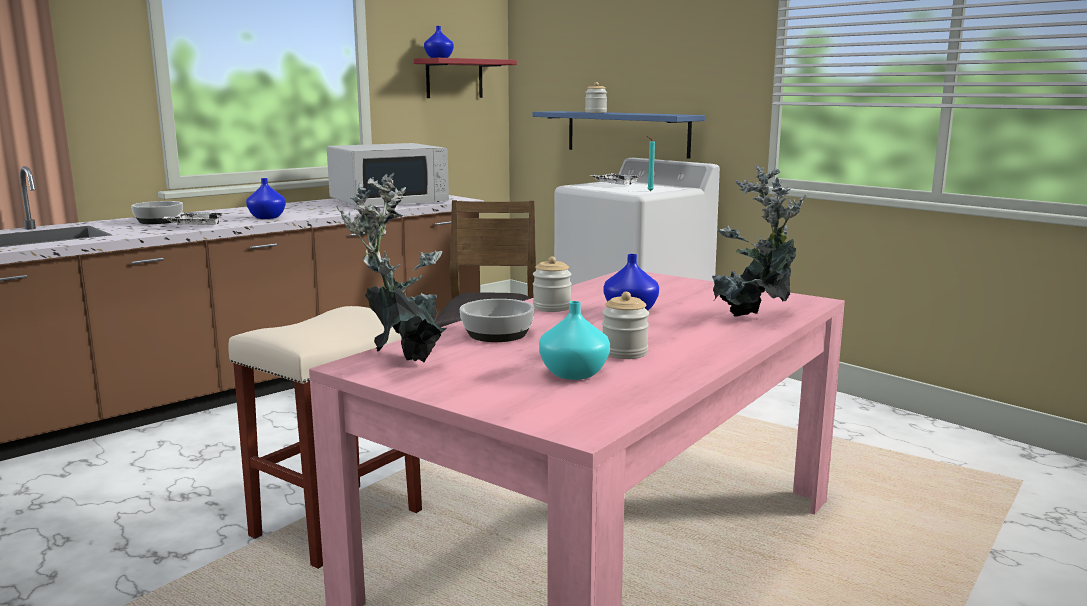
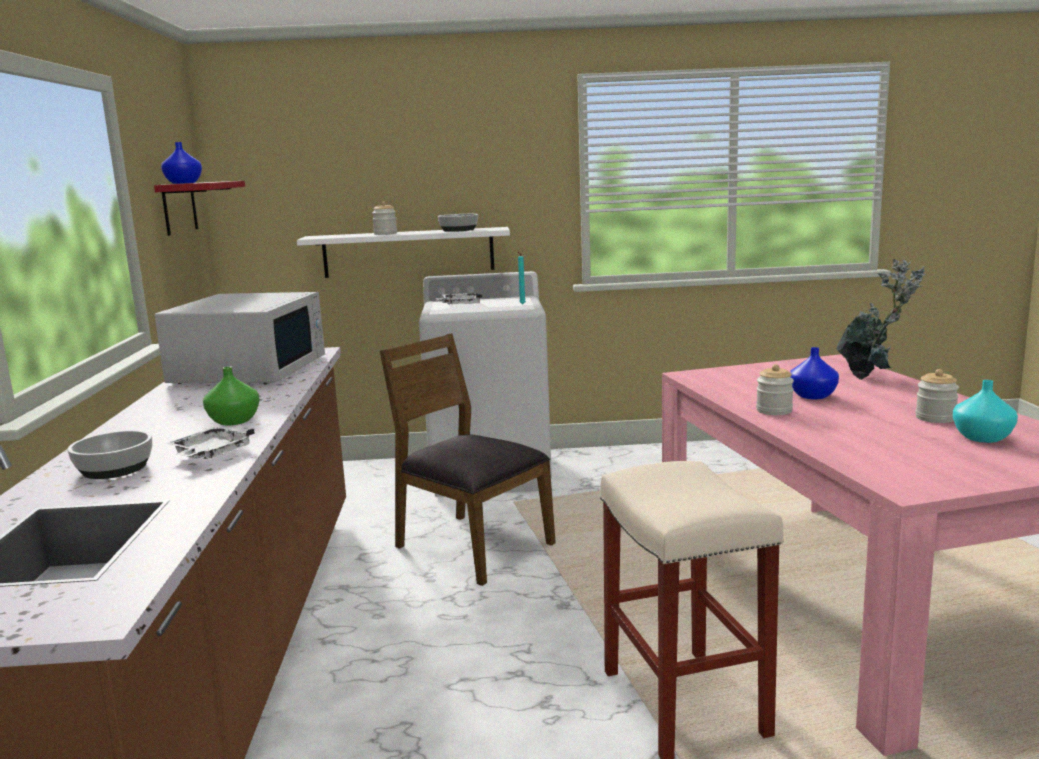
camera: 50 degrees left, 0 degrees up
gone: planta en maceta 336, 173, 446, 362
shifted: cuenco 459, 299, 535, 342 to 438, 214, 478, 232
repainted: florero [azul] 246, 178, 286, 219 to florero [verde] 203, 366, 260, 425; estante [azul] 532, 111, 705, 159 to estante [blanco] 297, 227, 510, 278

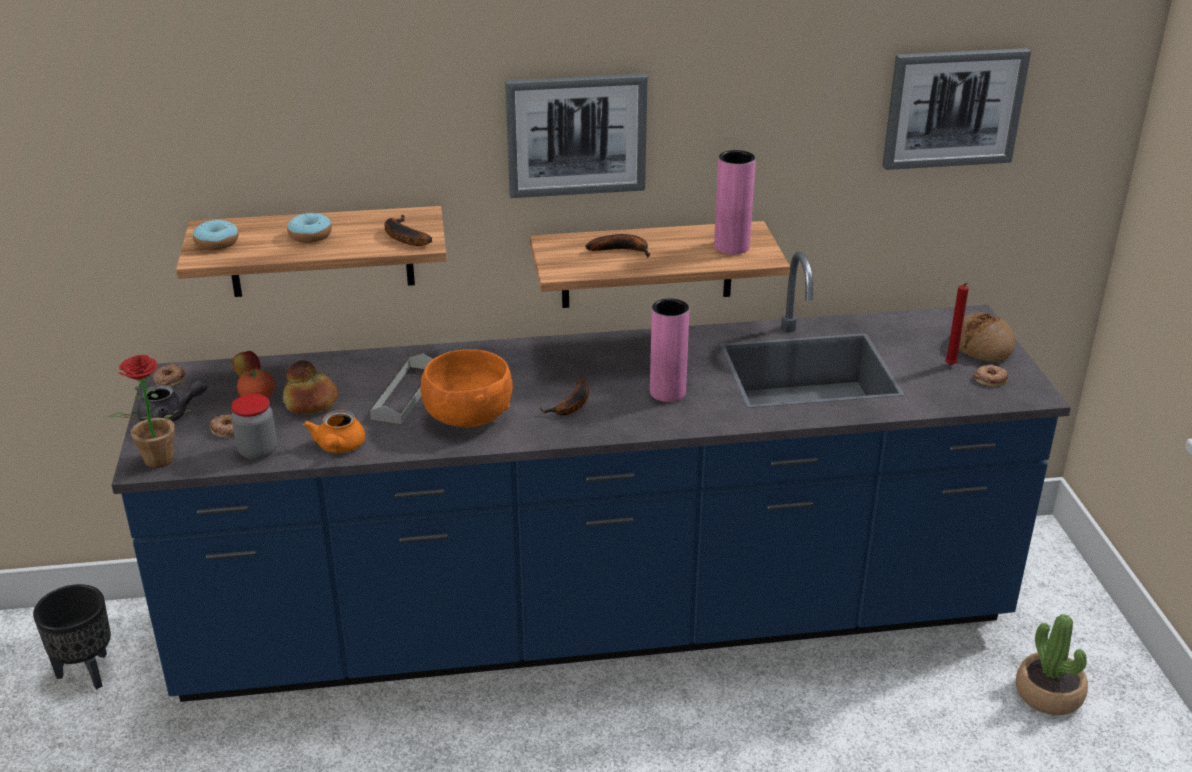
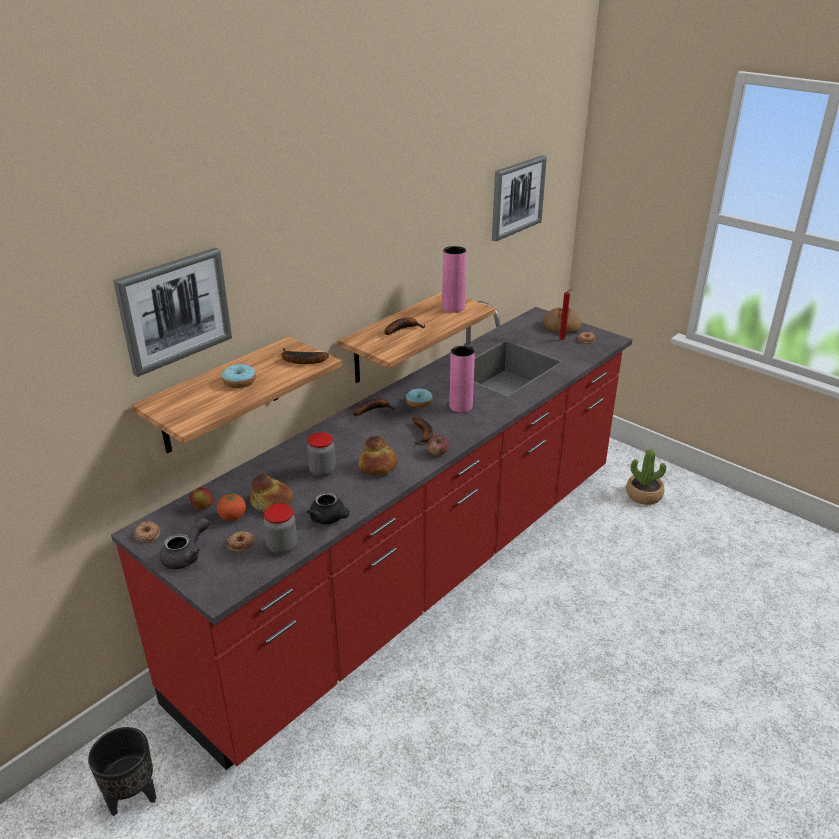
camera: 40 degrees left, 0 degrees up
gone: planta en maceta 106, 355, 194, 468
new: plátano 353, 399, 395, 416; manzana 427, 435, 449, 456
shifted: rosquilla 193, 219, 238, 250 to 406, 389, 433, 408; cuadro 505, 74, 647, 198 to 113, 248, 232, 377
swapped: bandeja [gris] 370, 354, 432, 424 to tarro 307, 432, 336, 477; cuenco [naranja] 421, 349, 513, 427 to pan 359, 436, 398, 475
repainted: mueble bajo de cocina [azul] 112, 252, 1071, 702 to mueble bajo de cocina [rojo] 111, 301, 633, 770; tetera [naranja] 303, 410, 365, 453 to tetera [negro] 307, 492, 350, 524

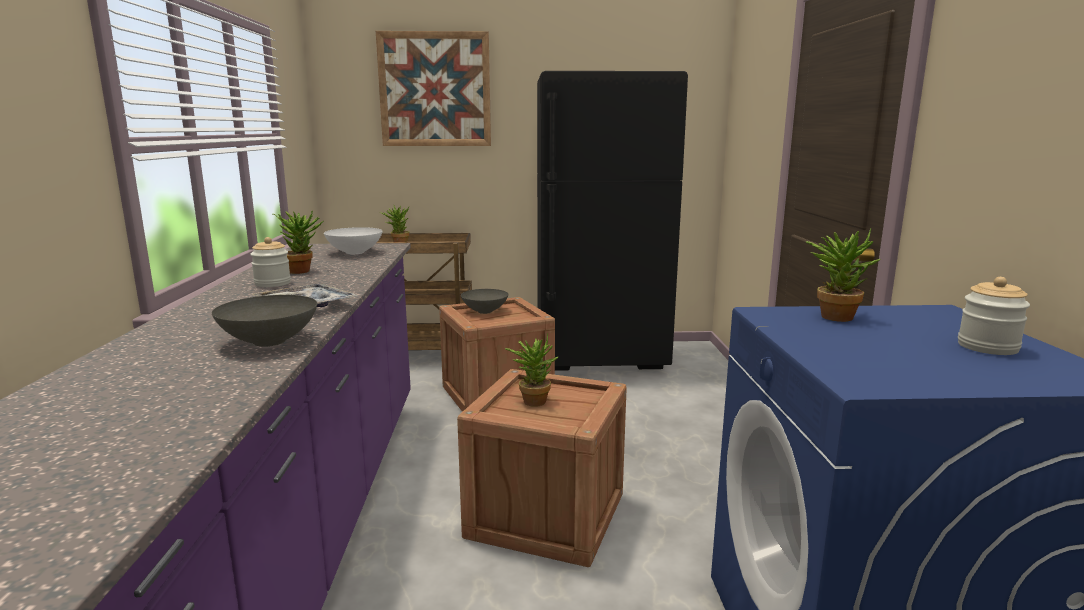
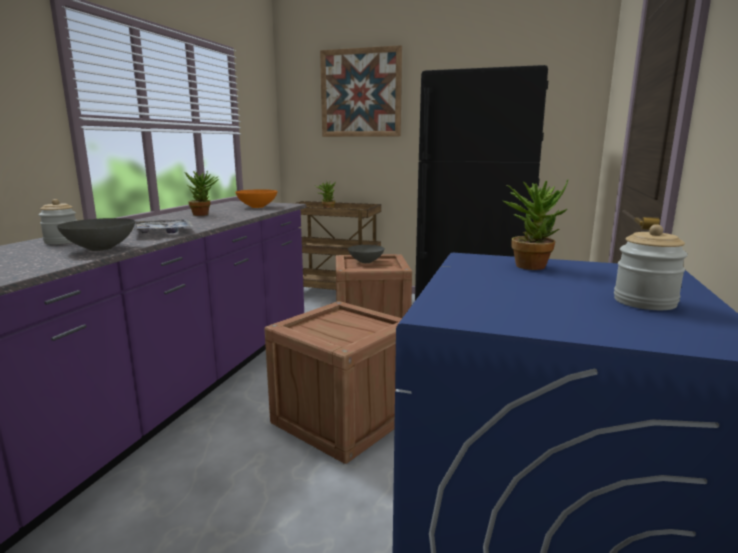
camera: 20 degrees right, 0 degrees up
gone: planta en maceta 505, 334, 558, 407
shifted: tarro 250, 237, 291, 287 to 39, 199, 77, 244
repainted: cuenco [blanco] 324, 227, 383, 254 to cuenco [naranja] 235, 189, 278, 208

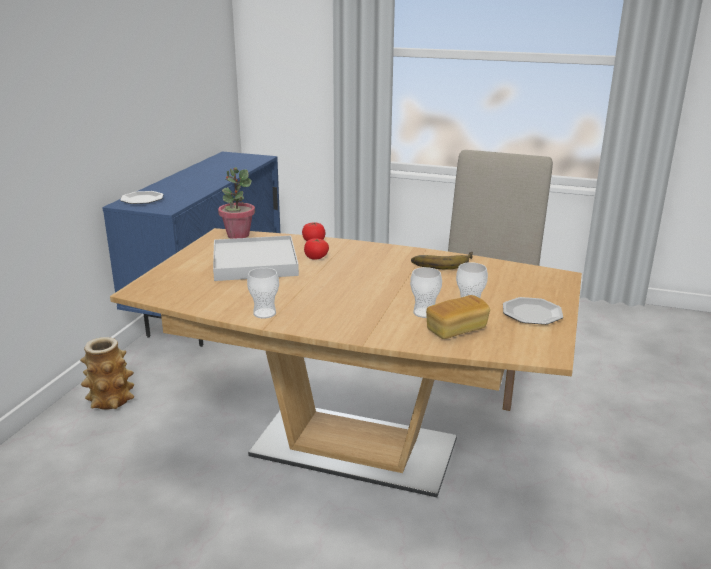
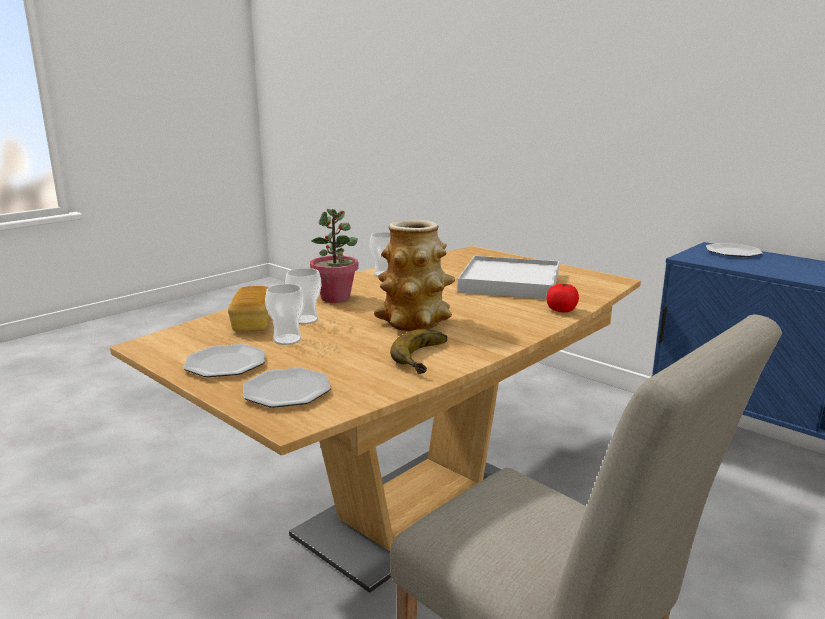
camera: 115 degrees right, 5 degrees down
gone: tomate 304, 238, 329, 260
new: plato 243, 368, 331, 408
shifted: florero 80, 337, 134, 410 to 374, 220, 455, 331; planta en maceta 218, 167, 255, 239 to 310, 209, 359, 303

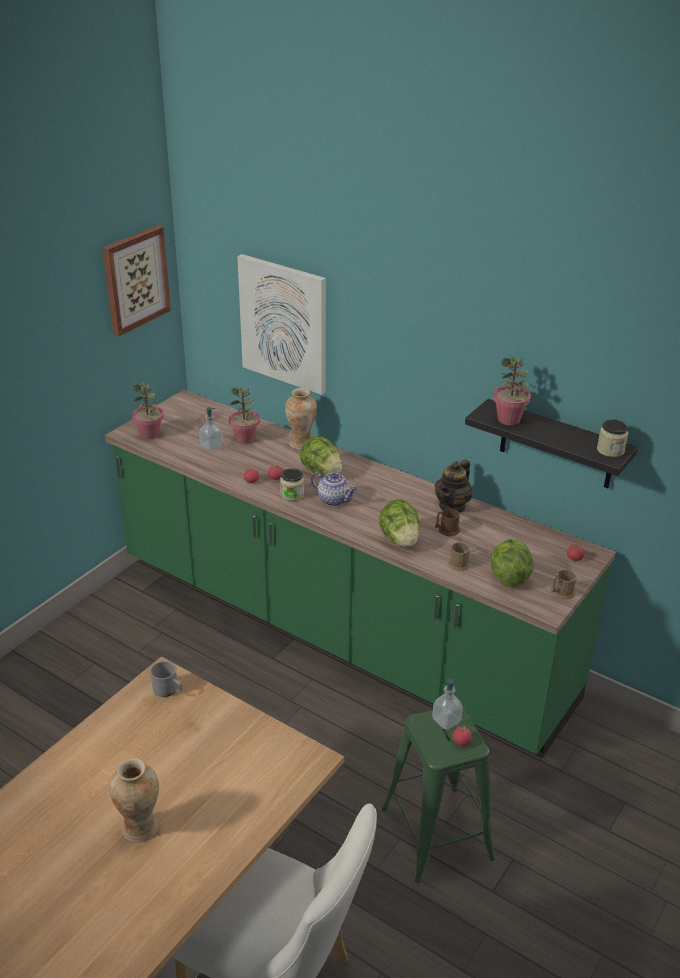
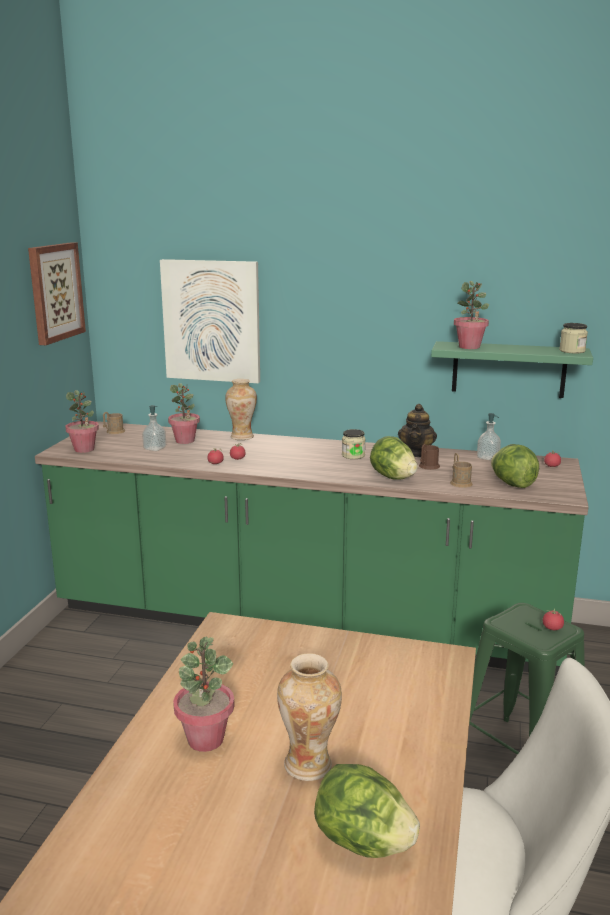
camera: 20 degrees left, 15 degrees down
gone: taza grande [gris] 150, 661, 182, 697; tetera 311, 472, 357, 506
new: planta en maceta 173, 636, 235, 752
shifted: tarro 280, 468, 304, 501 to 342, 429, 366, 459; lechuga 300, 436, 342, 477 to 314, 764, 420, 858; dispensador de jabón 432, 679, 463, 730 to 477, 413, 501, 461; taza grande [marrón] 551, 569, 576, 600 to 103, 412, 125, 434
repainted: estante [negro] 465, 399, 638, 488 to estante [verde] 431, 341, 593, 398

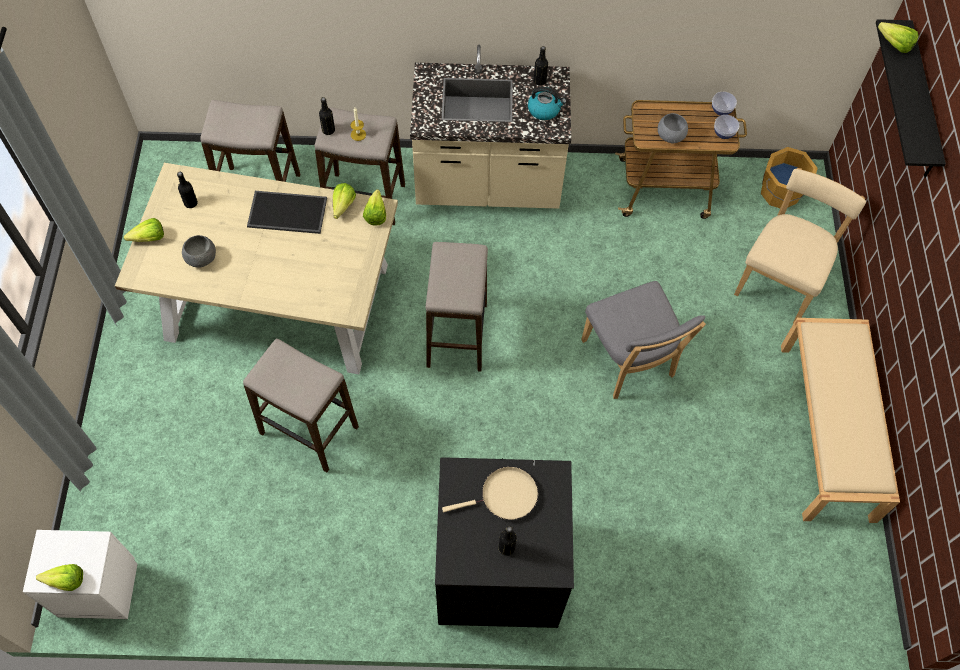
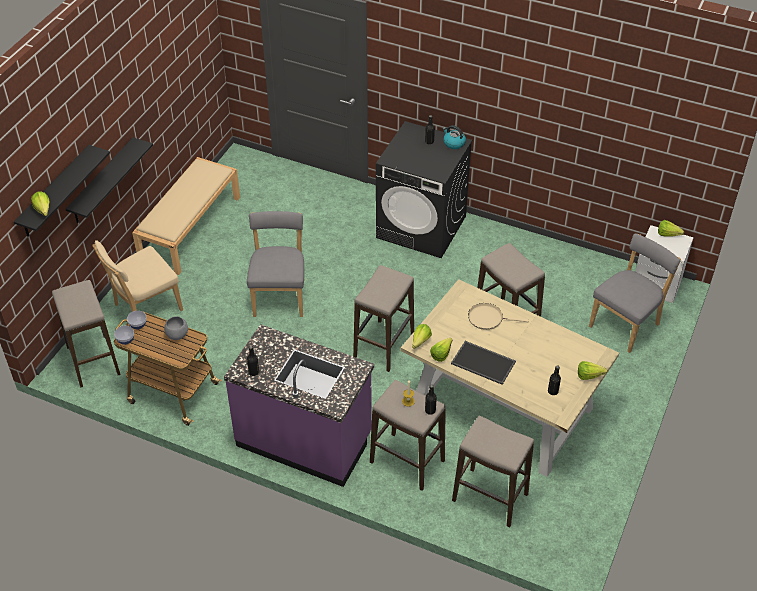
camera: 155 degrees left, 15 degrees down
gone: cuenco [gris] 182, 235, 216, 268
new: estante [negro] 66, 137, 153, 223; silla [gris] 589, 233, 681, 353
shifted: sartén [beis] 442, 466, 538, 520 to 468, 303, 529, 330; hervidor 528, 87, 567, 120 to 443, 125, 466, 149
swapped: cubo [naranja] 761, 147, 818, 208 to taburete 52, 280, 121, 387
repainted: mueble bajo de cocina [beis] 410, 45, 571, 209 to mueble bajo de cocina [morado] 224, 324, 374, 487

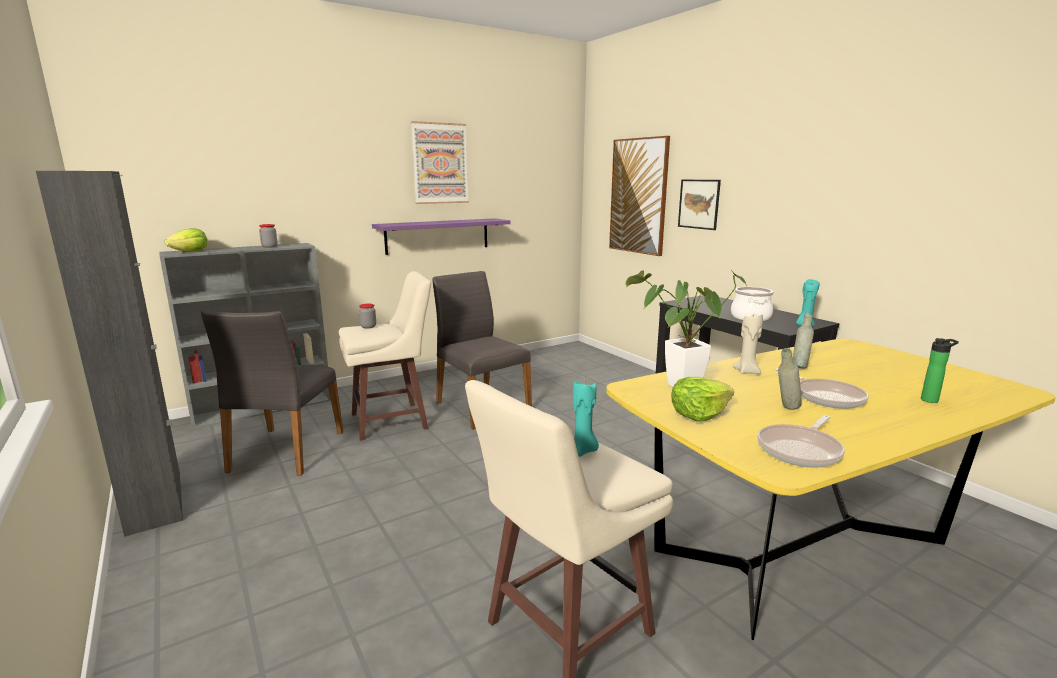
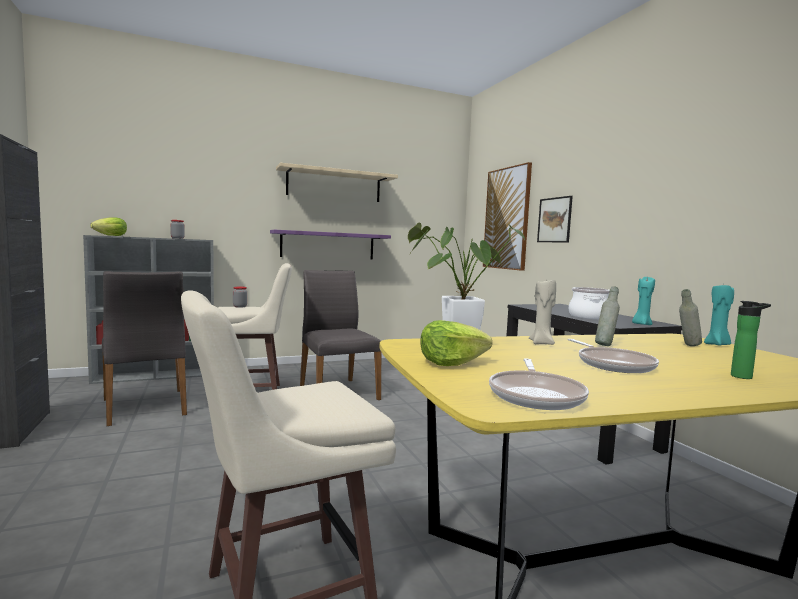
camera: 10 degrees right, 10 degrees down
shifted: vela [turquesa] 573, 381, 599, 457 to 704, 285, 734, 346; botella [gris] 778, 348, 802, 410 to 679, 289, 702, 346
swapped: cuadro 411, 121, 469, 204 to estante [beis] 276, 163, 398, 202
rotated: silla [gris] 201, 310, 343, 476 = 102, 271, 187, 426 45 degrees counterclockwise; sartén 757, 415, 845, 468 = 489, 358, 589, 410 45 degrees counterclockwise

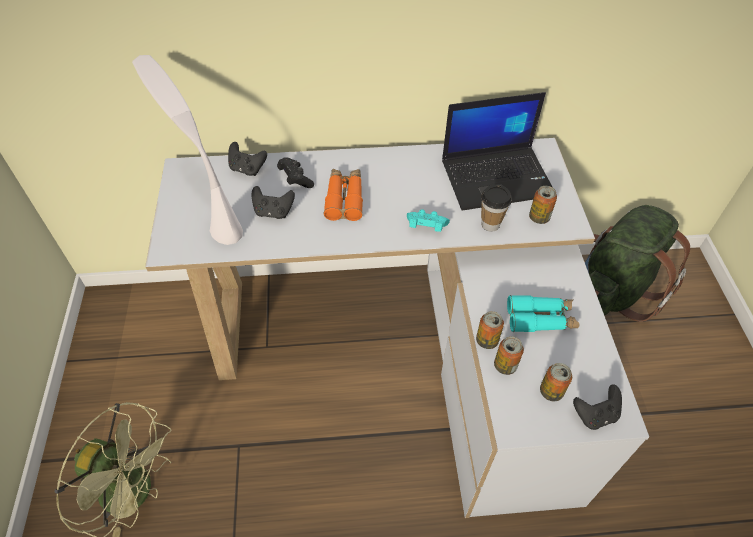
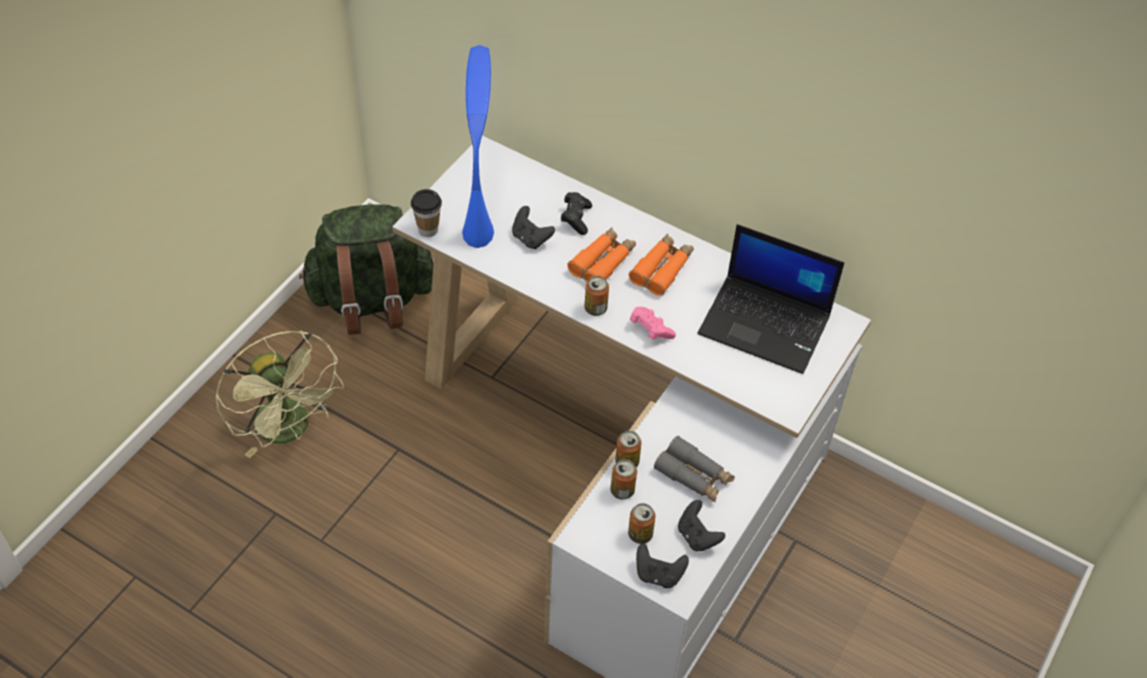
camera: 35 degrees right, 0 degrees up
new: prismáticos [naranja] 629, 234, 694, 296
shifted: mando de consola [negro] 228, 142, 267, 176 to 678, 500, 725, 552; taza 481, 185, 512, 232 to 411, 189, 442, 237; lata 529, 186, 557, 224 to 584, 276, 609, 316; mochila [verde] 585, 205, 690, 322 to 299, 204, 434, 335
repainted: lámpara de mesa [blanco] 132, 55, 243, 245 to lámpara de mesa [azul] 462, 45, 494, 248; mando de consola [turquesa] 407, 209, 450, 232 to mando de consola [rosa] 630, 307, 676, 340; prismáticos [turquesa] 507, 295, 580, 332 to prismáticos [gris] 654, 436, 735, 502

